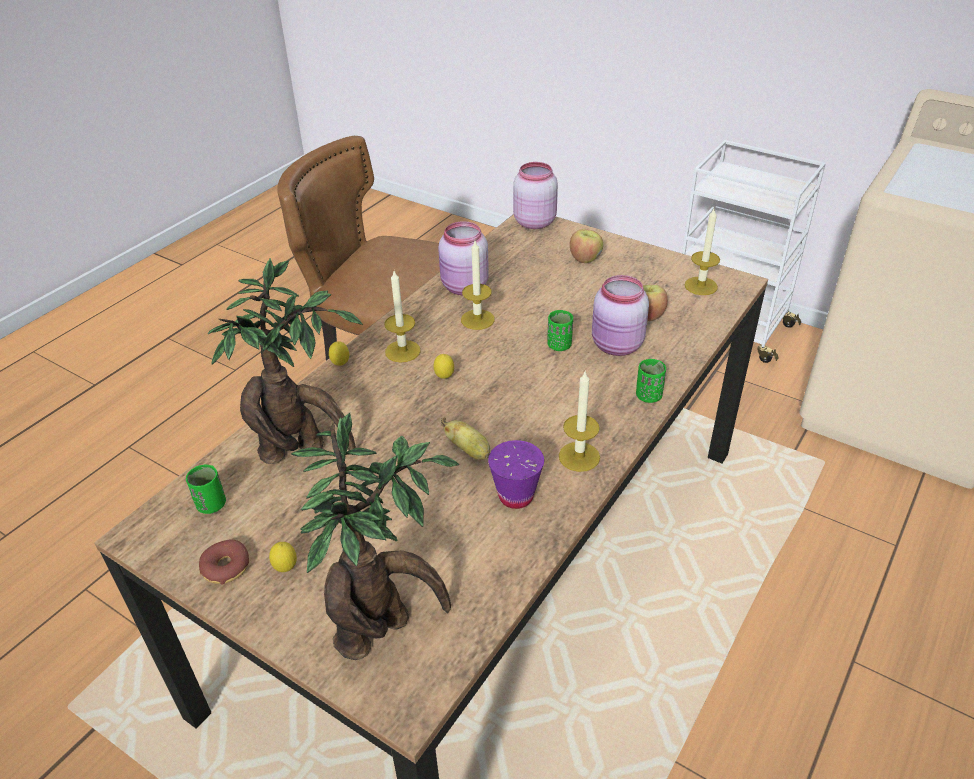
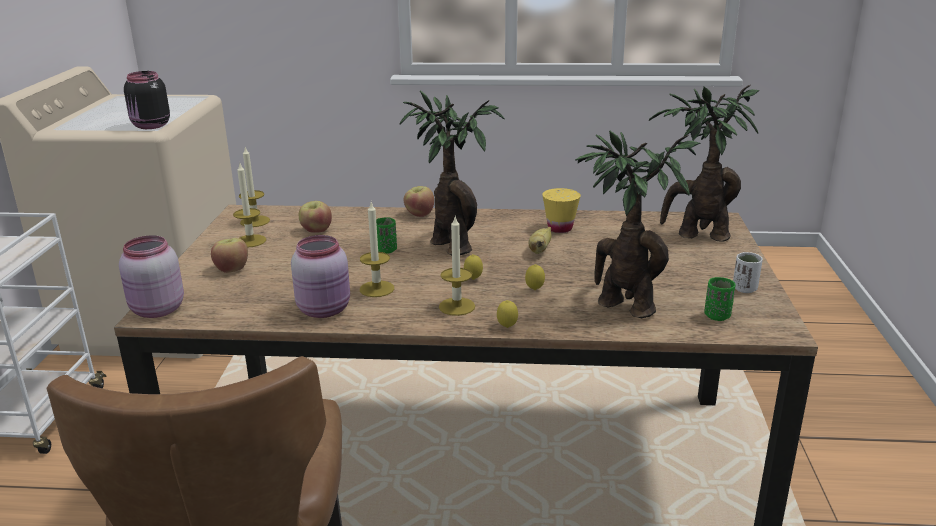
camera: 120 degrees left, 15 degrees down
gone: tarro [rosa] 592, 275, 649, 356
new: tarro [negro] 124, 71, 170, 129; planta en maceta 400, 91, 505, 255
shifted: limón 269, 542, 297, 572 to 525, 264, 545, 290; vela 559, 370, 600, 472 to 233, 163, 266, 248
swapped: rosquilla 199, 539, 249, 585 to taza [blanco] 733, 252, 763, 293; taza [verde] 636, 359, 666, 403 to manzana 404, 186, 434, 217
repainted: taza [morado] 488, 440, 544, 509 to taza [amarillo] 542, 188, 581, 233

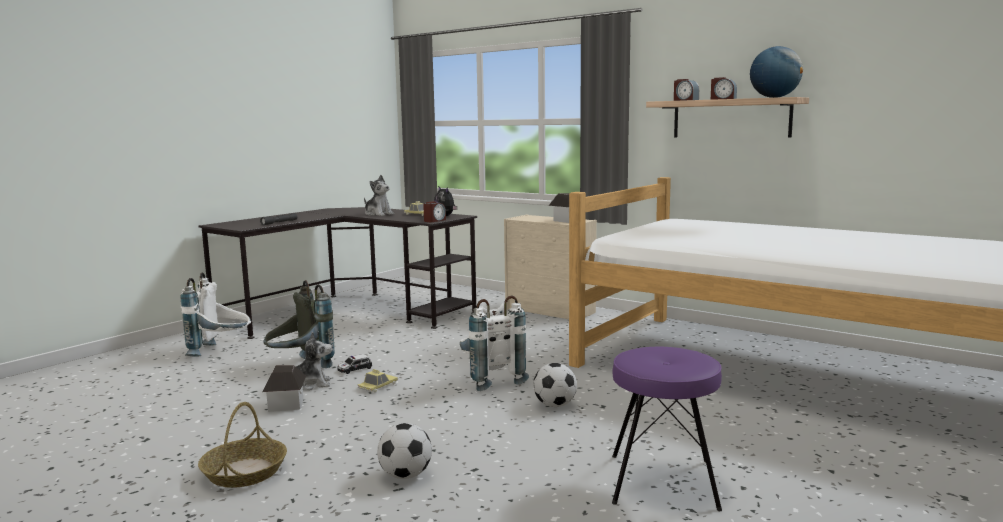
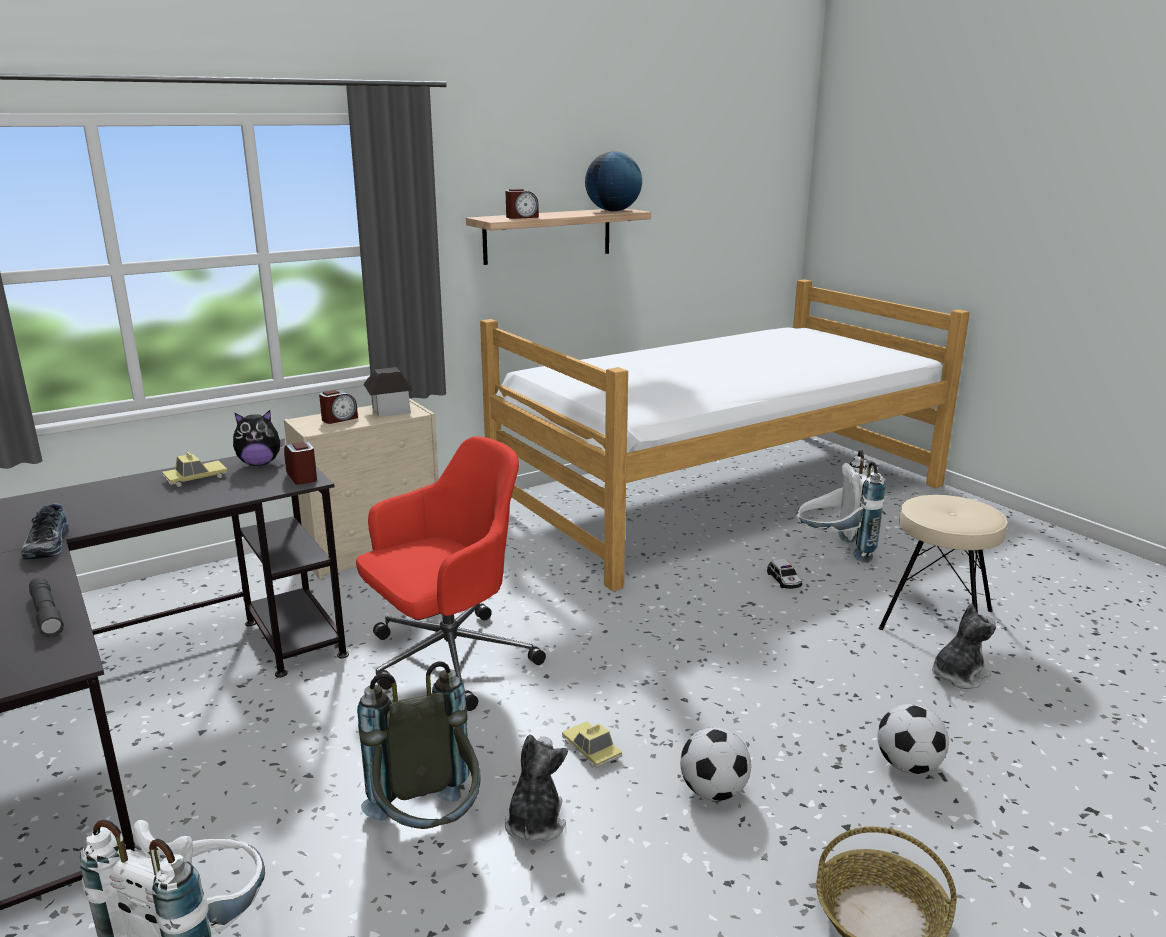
camera: 70 degrees left, 10 degrees up
gone: casita 262, 365, 306, 412
new: zapato 21, 503, 69, 560; silla de oficina [rojo] 356, 436, 546, 711
shifted: coche de juguete 337, 354, 372, 374 to 767, 559, 802, 589; peluche 364, 175, 394, 216 to 932, 603, 996, 689; mochila [blanco] 460, 296, 529, 391 to 796, 450, 885, 563; balón de fútbol 533, 363, 577, 407 to 680, 727, 751, 801; despertador 711, 77, 737, 100 to 319, 390, 358, 424
repainted: taburete [morado] 612, 347, 722, 511 to taburete [beis] 878, 495, 1007, 630

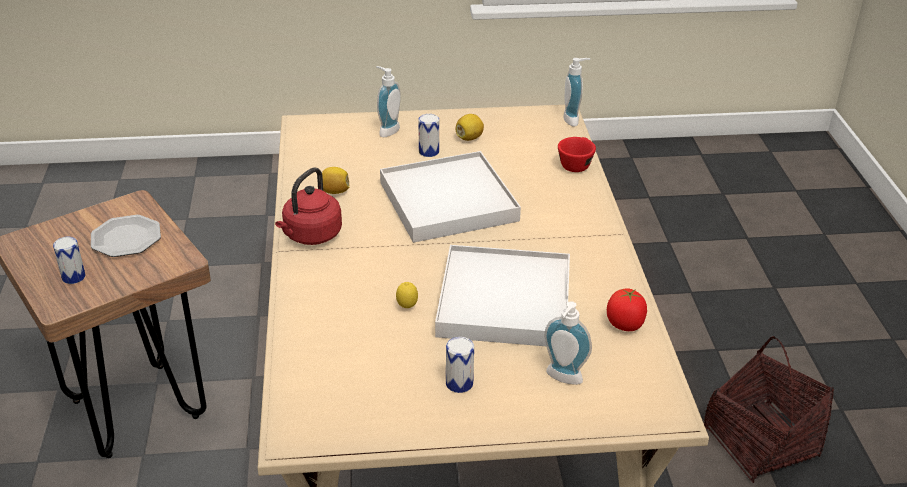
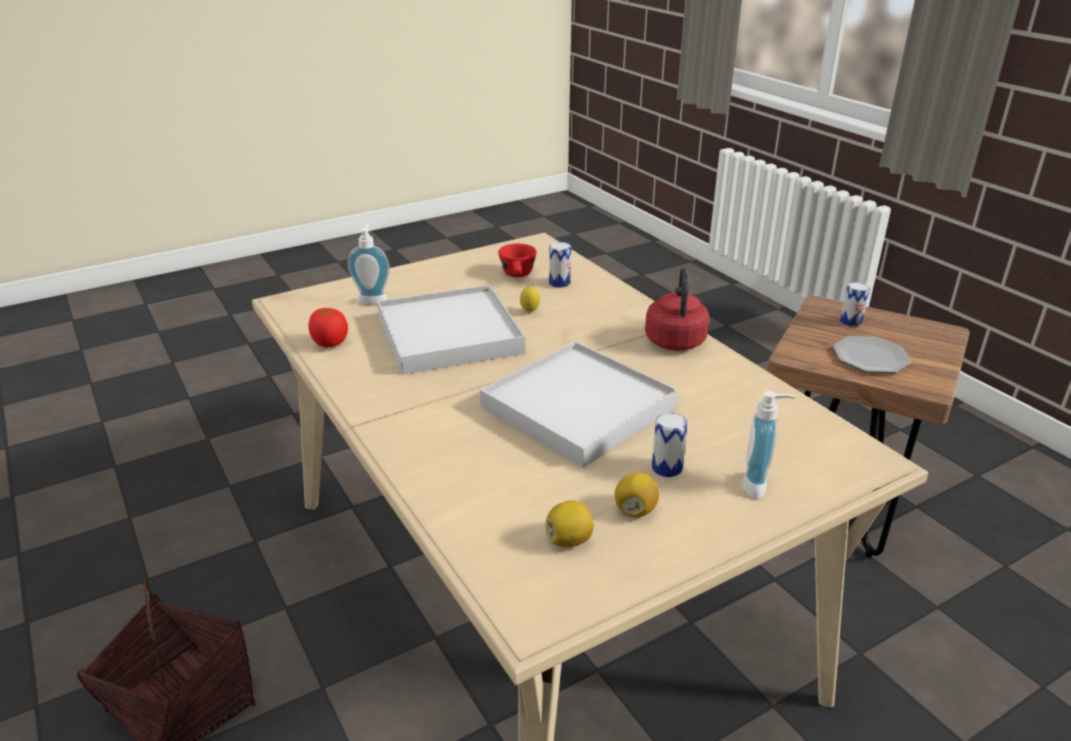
camera: 155 degrees right, 5 degrees down
gone: dispensador de jabón 563, 58, 590, 127
shifted: limón 322, 167, 349, 194 to 546, 501, 594, 547; lata 446, 337, 474, 393 to 549, 242, 571, 288; taza [rojo] 558, 137, 596, 172 to 498, 244, 537, 277

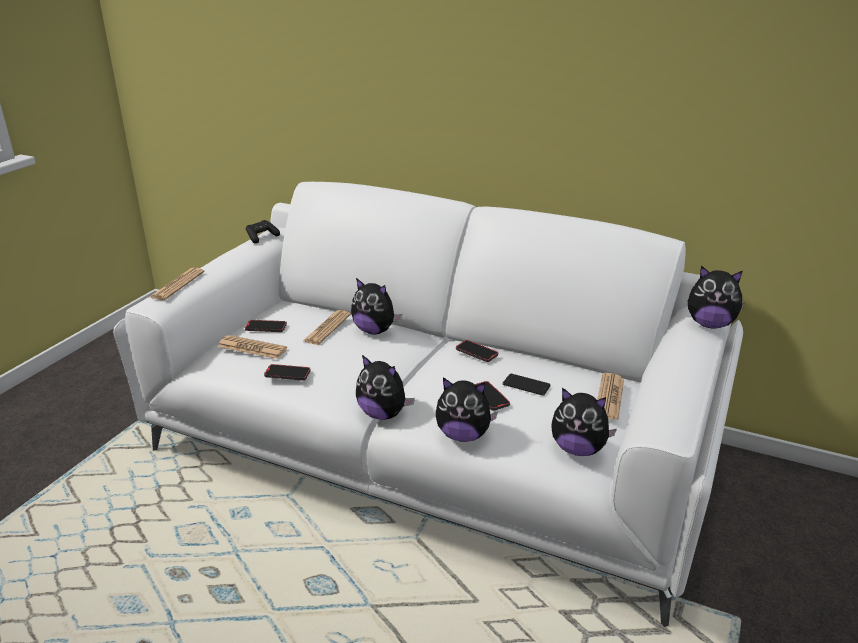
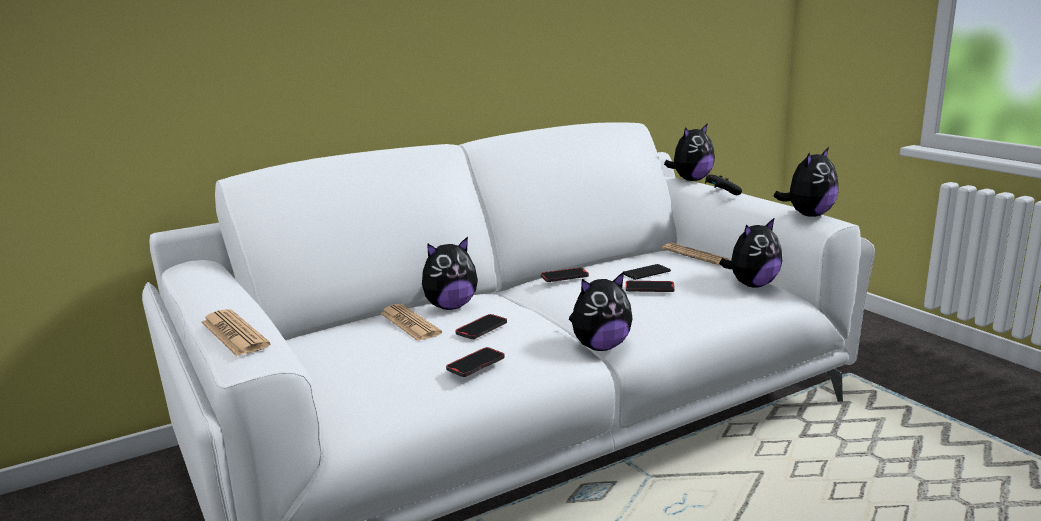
camera: 55 degrees left, 10 degrees down
gone: periódico 218, 335, 287, 359
shifted: móvil 245, 320, 287, 332 to 455, 314, 507, 339; mando de consola [negro] 246, 220, 280, 244 to 705, 174, 742, 195; peluche 436, 378, 498, 442 to 774, 147, 839, 217

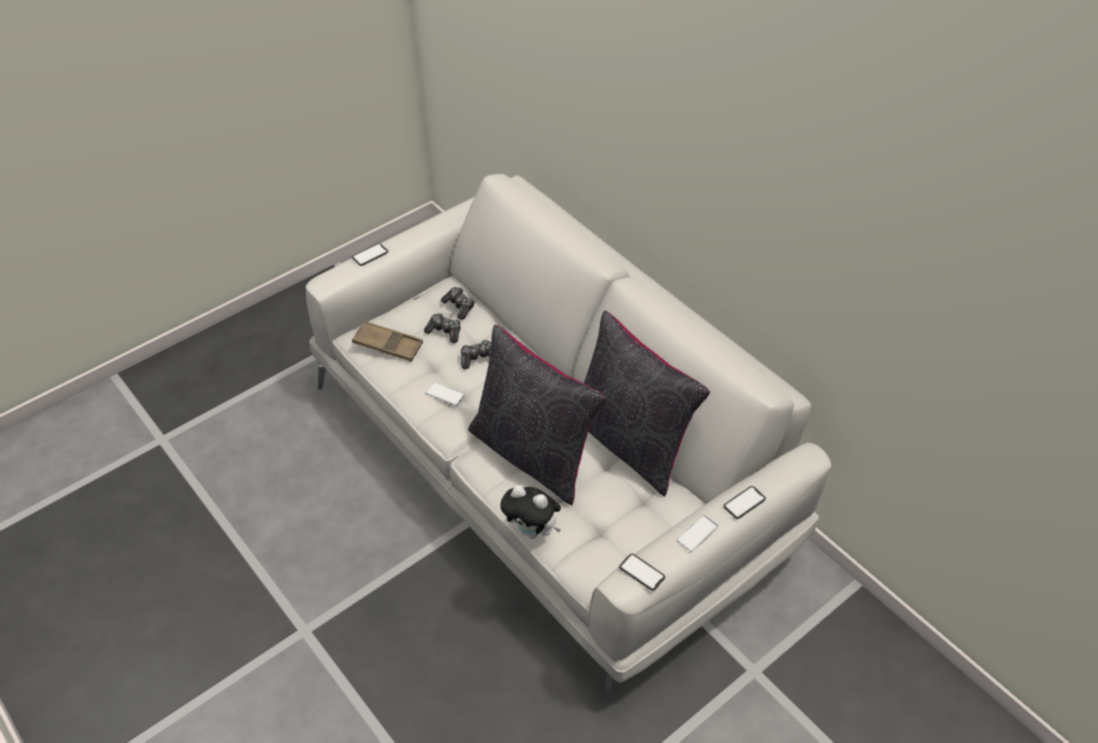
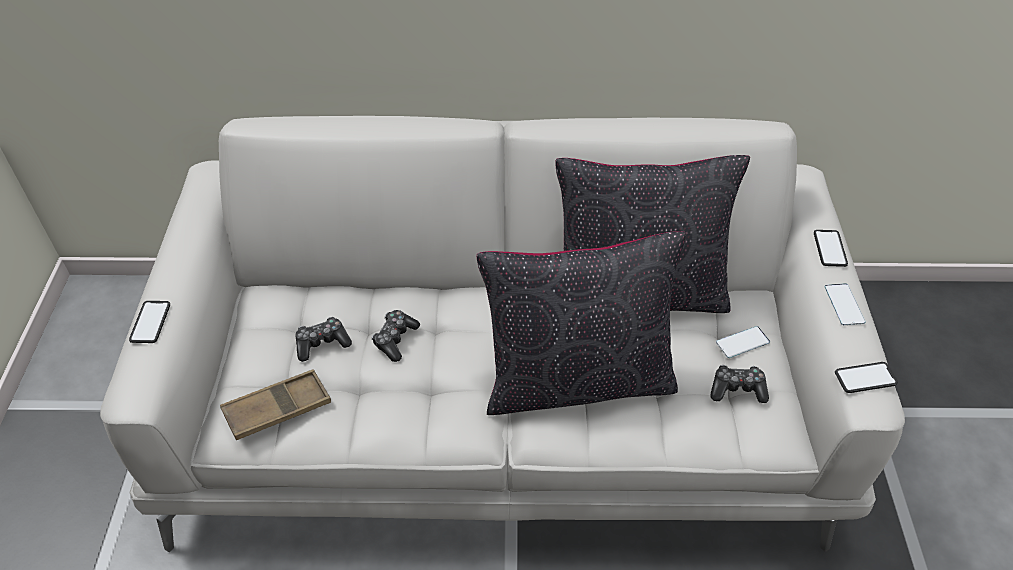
camera: 50 degrees left, 0 degrees up
gone: peluche 500, 485, 561, 539
shifted: móvil 426, 382, 465, 406 to 716, 326, 770, 358; mando de consola 441, 287, 474, 320 to 711, 365, 769, 403

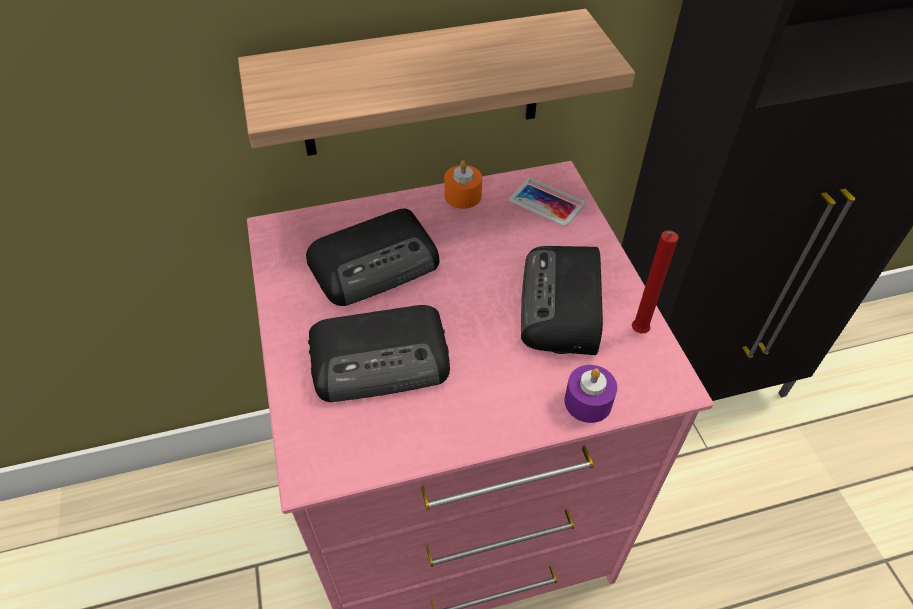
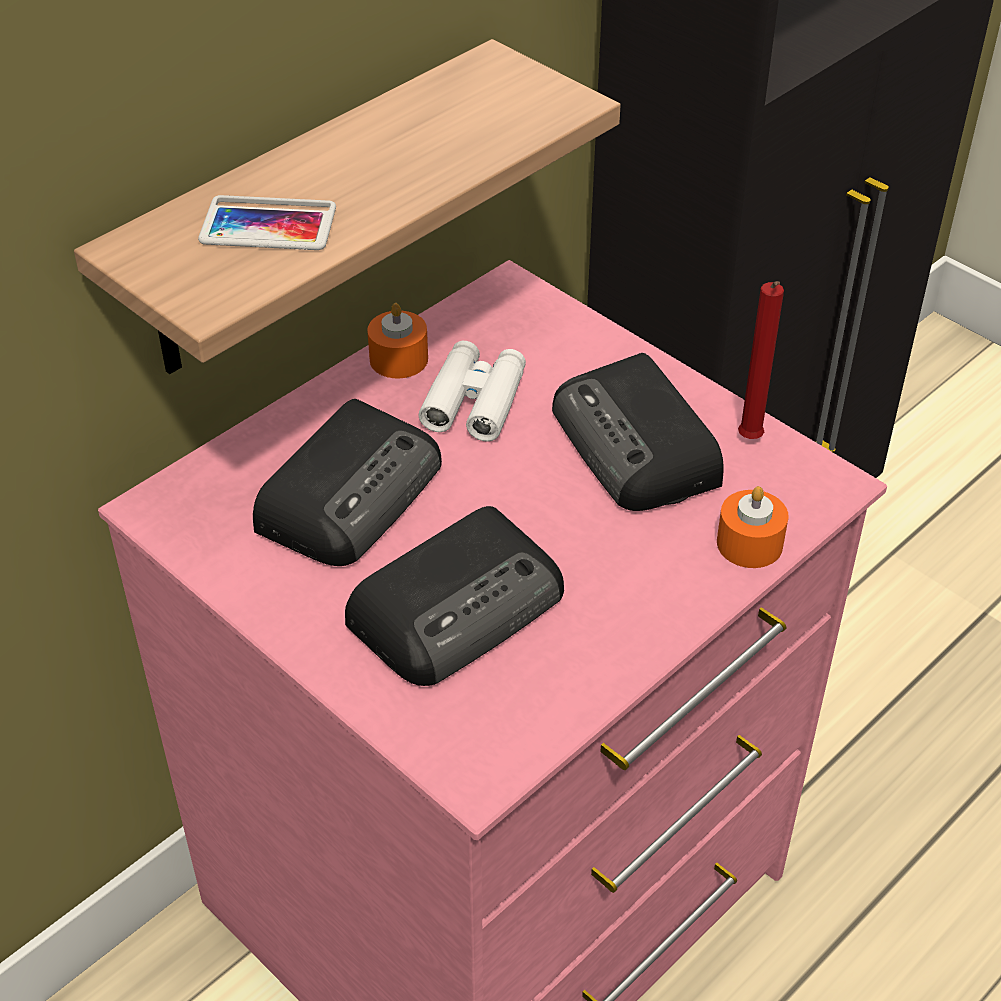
camera: 30 degrees left, 5 degrees down
new: prismáticos [blanco] 418, 341, 526, 442
shifted: móvil 509, 178, 586, 226 to 198, 195, 336, 250
repainted: vela [morado] 564, 365, 617, 423 to vela [naranja] 717, 486, 789, 568

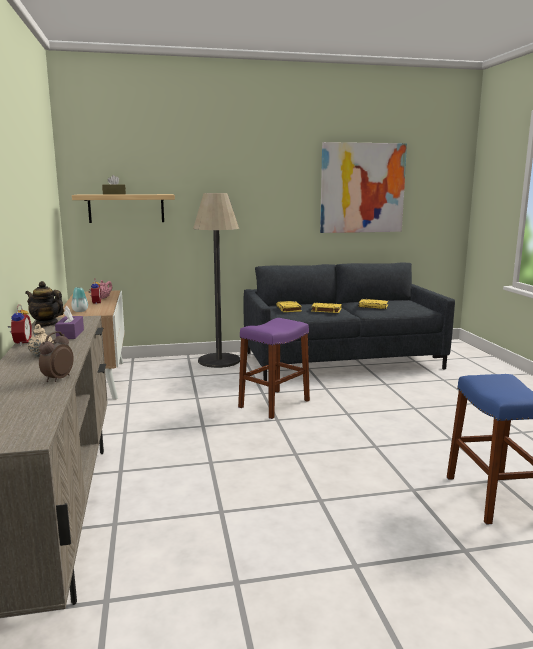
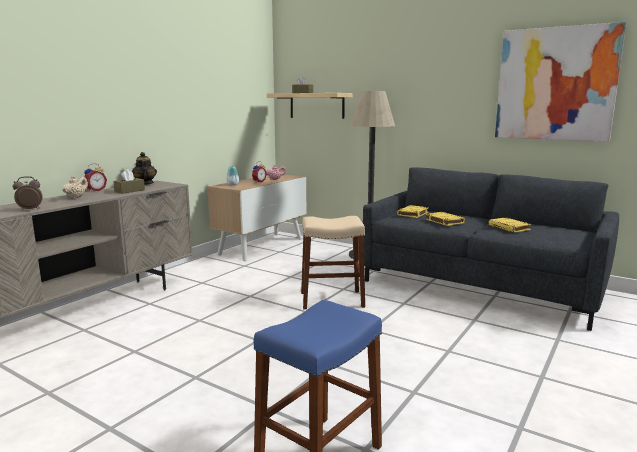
camera: 45 degrees right, 0 degrees up
repainted: caja de pañuelos [morado] 55, 306, 84, 339 to caja de pañuelos [marrón] 113, 169, 145, 194; taburete [morado] 238, 318, 310, 419 to taburete [beis] 301, 216, 365, 310

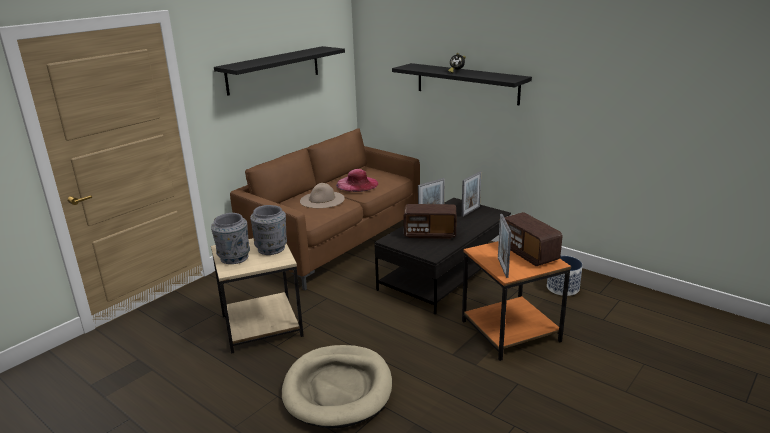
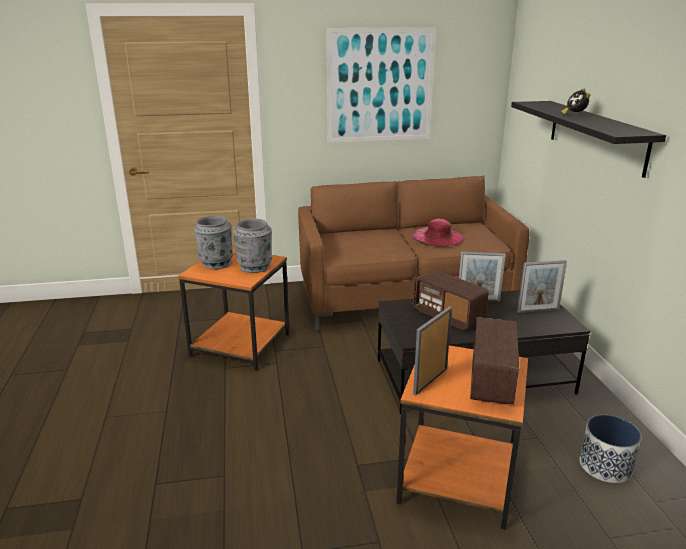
camera: 40 degrees right, 0 degrees up
gone: cama para perro [beis] 282, 345, 392, 428; sombrero [beis] 300, 183, 345, 208
swapped: estante [negro] 214, 46, 345, 96 to cuadro 326, 27, 436, 143
repainted: mesa auxiliar [beis] 211, 238, 304, 354 to mesa auxiliar [naranja] 178, 249, 289, 371

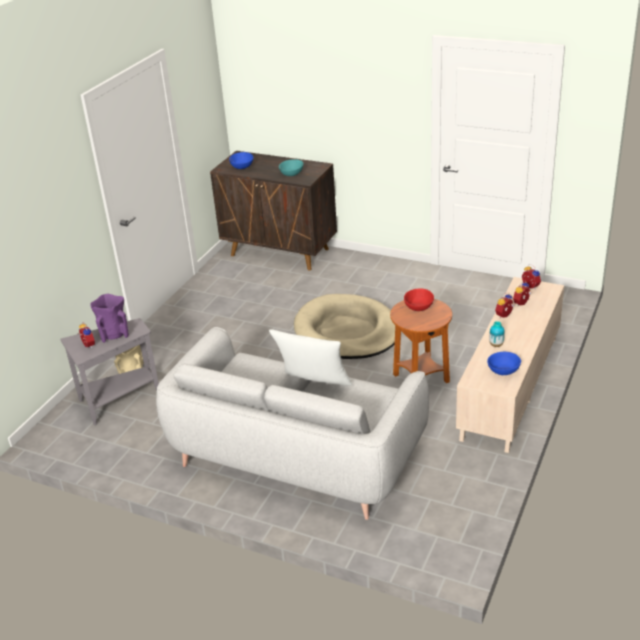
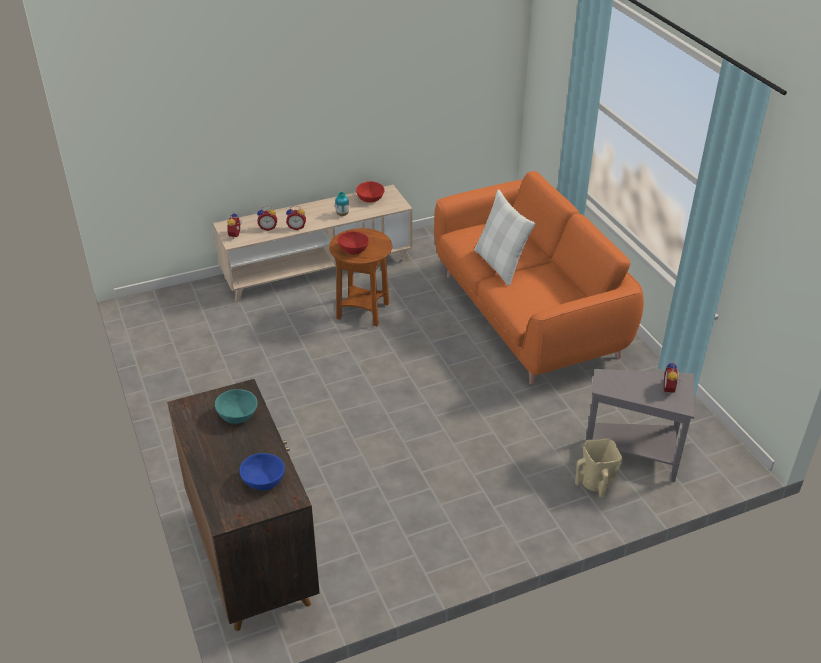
camera: 140 degrees left, 5 degrees up
gone: florero [morado] 90, 294, 129, 343; cama para perro [beis] 294, 294, 395, 359
repainted: sofá [gris] 156, 327, 429, 520 to sofá [naranja] 434, 171, 644, 384; cuenco [azul] 487, 352, 521, 375 to cuenco [rojo] 356, 181, 385, 203

